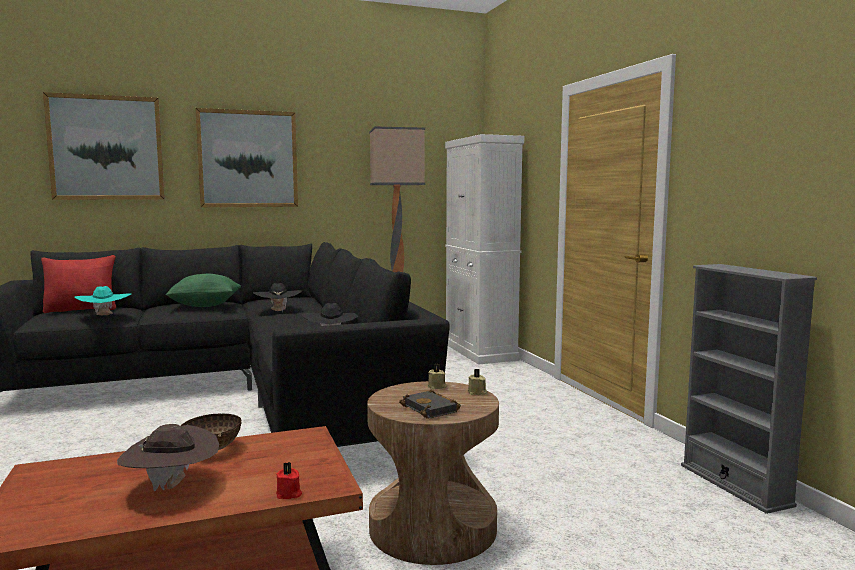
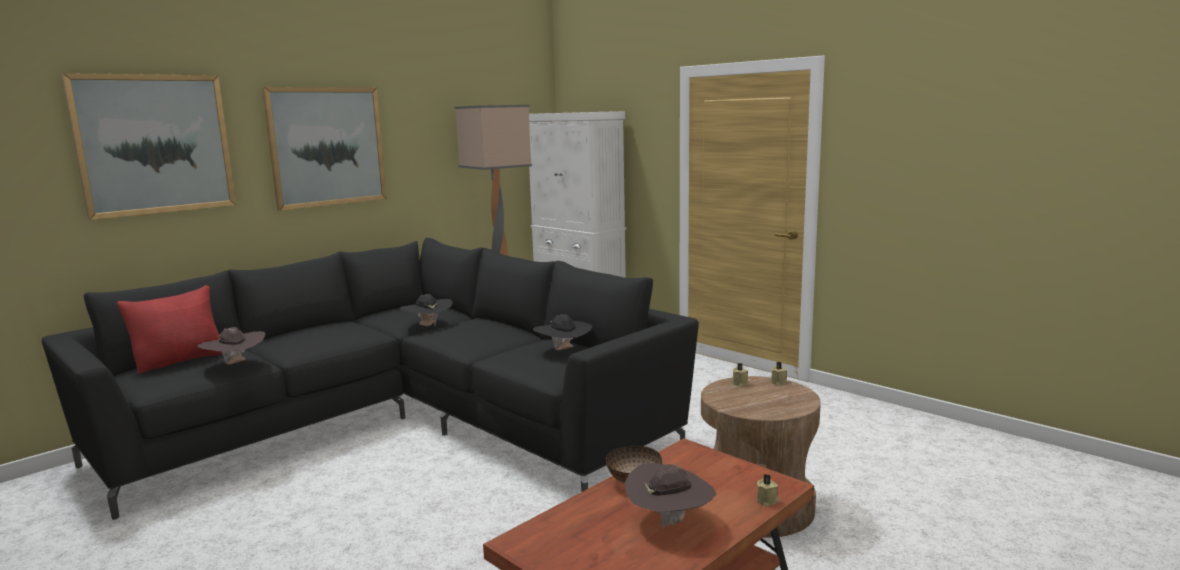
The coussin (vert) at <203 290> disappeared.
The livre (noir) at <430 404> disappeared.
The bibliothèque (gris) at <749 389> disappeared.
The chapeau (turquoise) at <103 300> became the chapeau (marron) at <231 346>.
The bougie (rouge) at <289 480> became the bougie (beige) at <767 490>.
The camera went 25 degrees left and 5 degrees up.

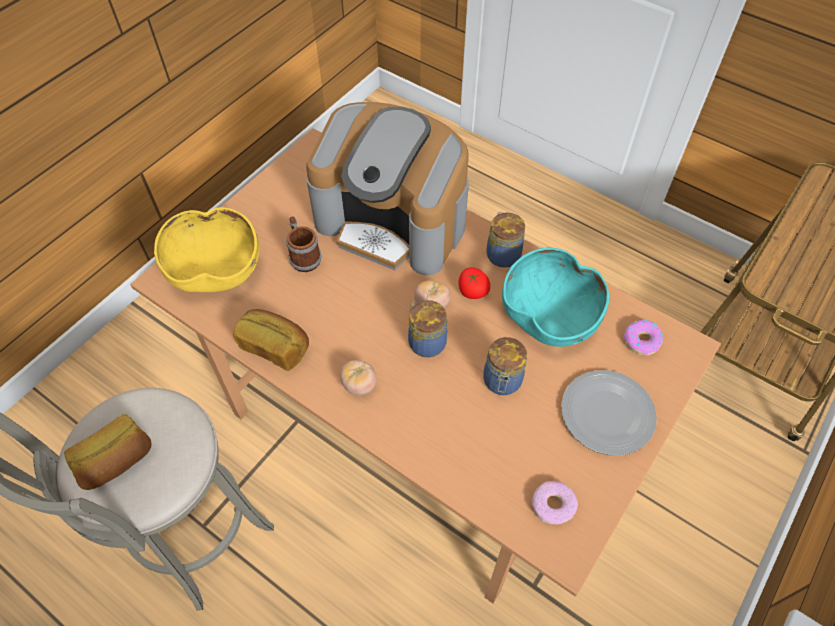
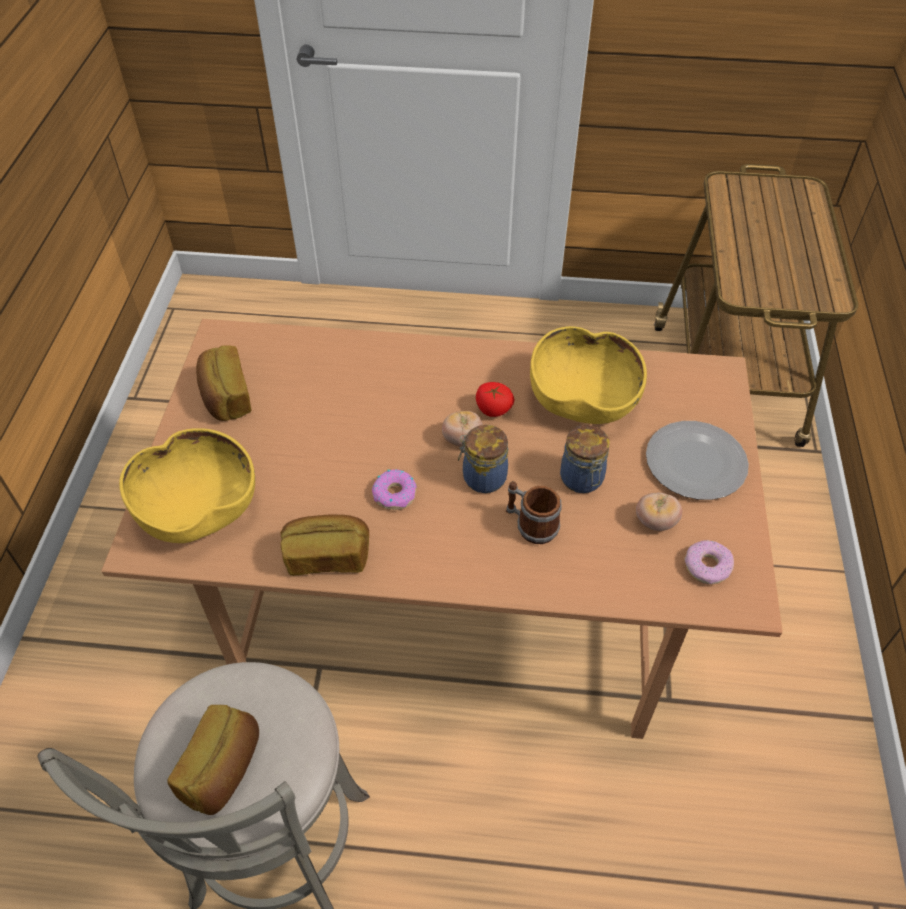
The machine à café at <387 188> disappeared.
The bocal at <505 239> disappeared.
The pain at <223 383> appeared.
The mug moved from <304 244> to <534 512>.
The tomate moved from <358 377> to <659 511>.
The beignet moved from <643 337> to <394 489>.
The bol (turquoise) at <555 297> became the bol (jaune) at <588 375>.
The camera went 30 degrees left and 5 degrees down.

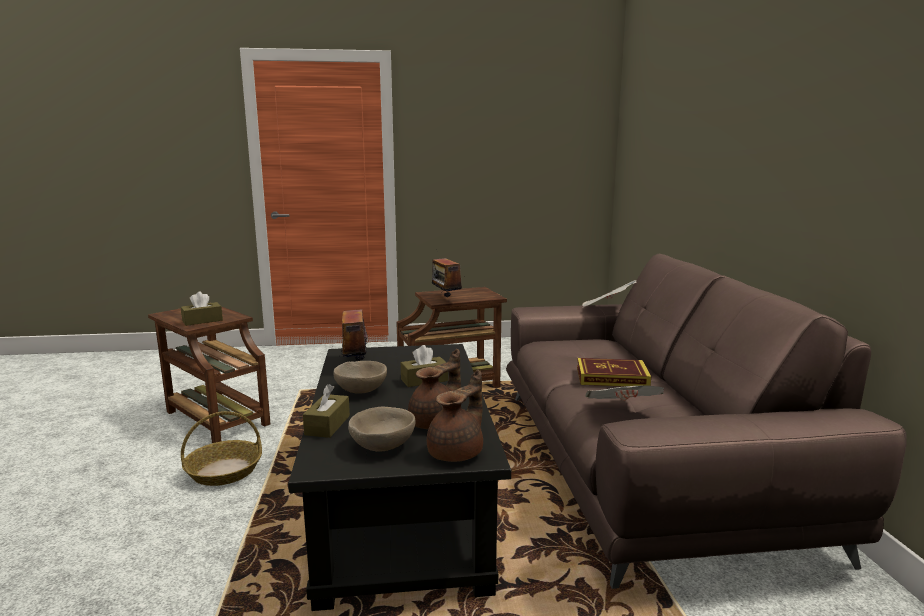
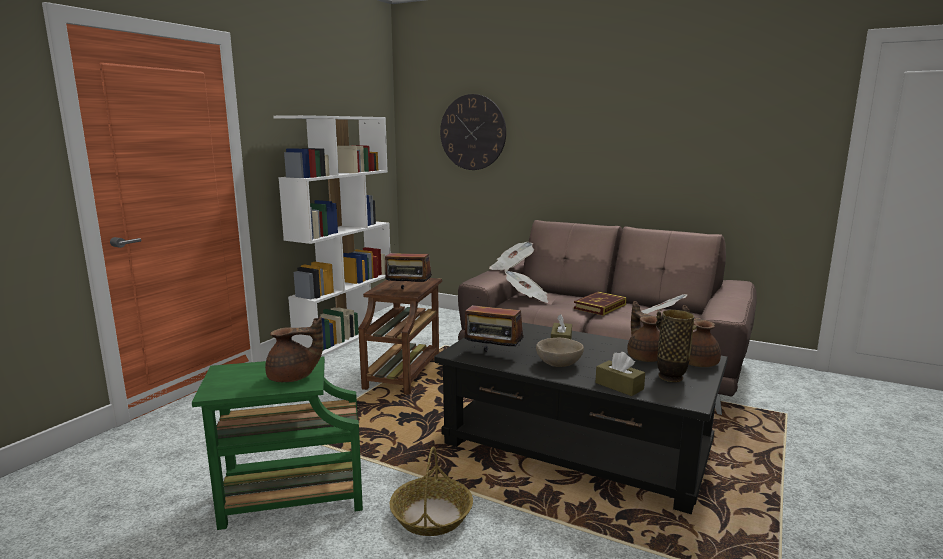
The bibliothèque (blanc) at <331 236> appeared.
The horloge murale at <473 132> appeared.
The journal at <526 286> appeared.
The boîte à mouchoirs (marron) at <202 308> was replaced by the théière (marron) at <294 349>.
The bol (beige) at <381 429> was replaced by the vase at <676 346>.
The table d'appoint (marron) at <209 375> became the table d'appoint (vert) at <277 443>.
The camera went 55 degrees left and 0 degrees up.

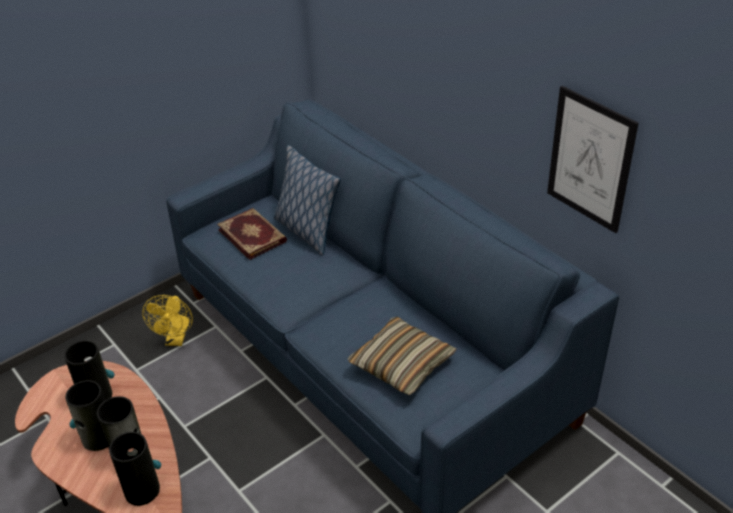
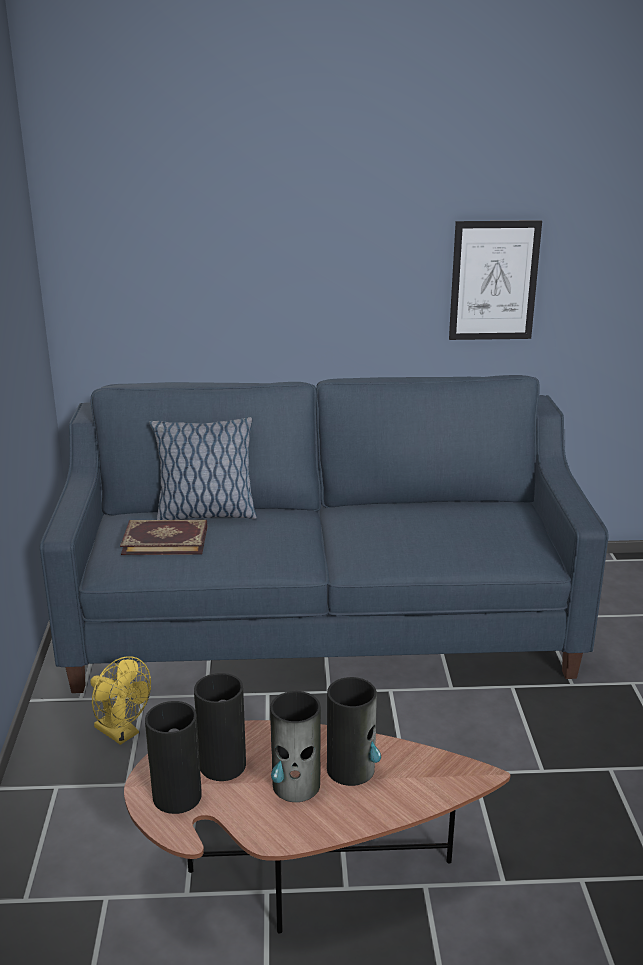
The coussin at <402 356> disappeared.
The vase moved from <135 469> to <173 757>.
The camera went 55 degrees left and 15 degrees down.

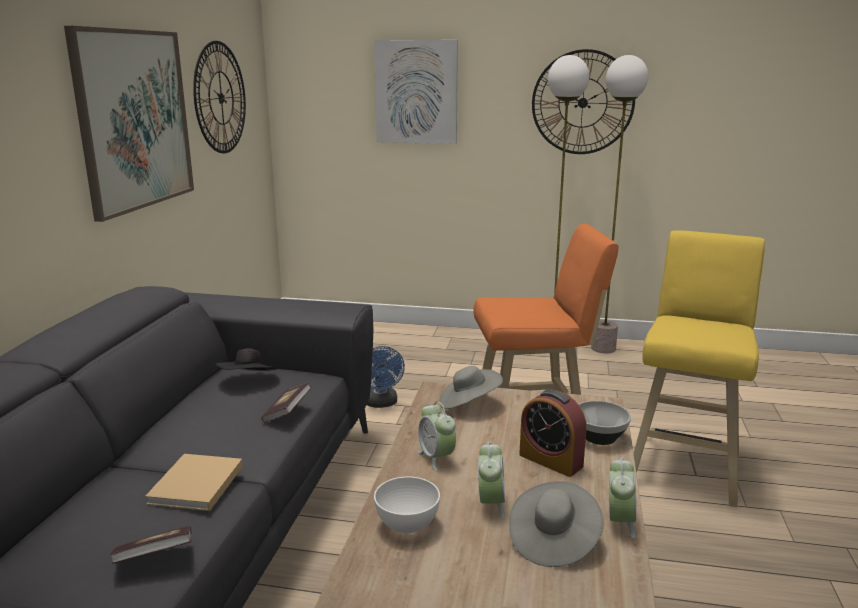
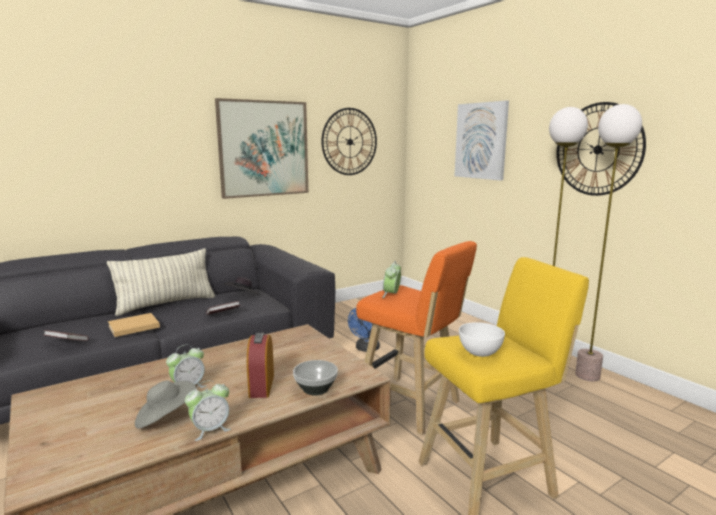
The chapeau (gris) at <471 387> disappeared.
The coussin at <161 282> appeared.
The bol (blanc) moved from <407 505> to <482 339>.
The réveil moved from <437 436> to <391 279>.
The camera went 45 degrees right and 5 degrees down.

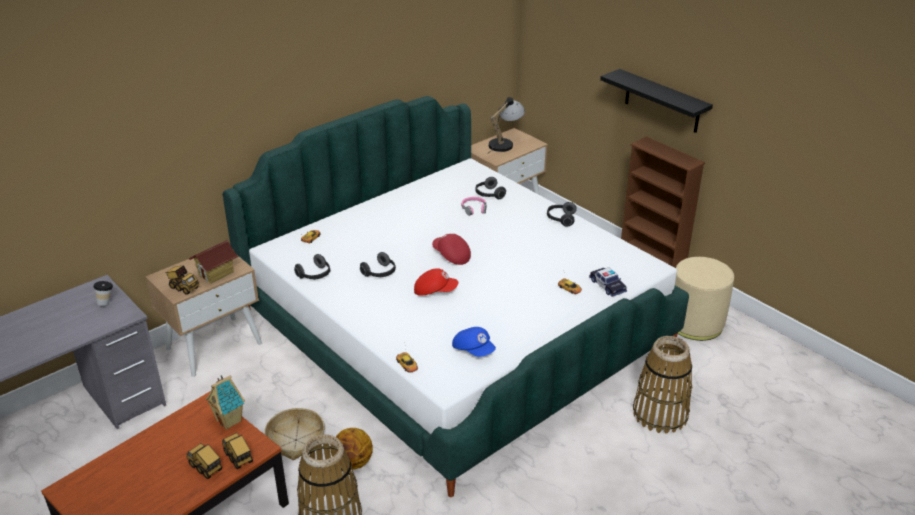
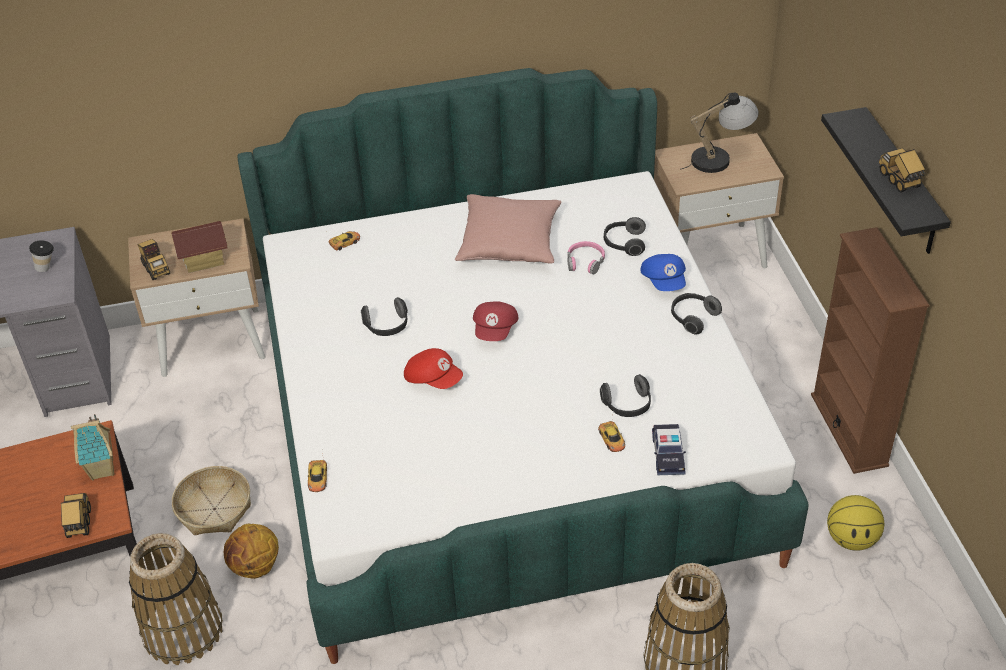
The coussin (rose) at <508 229> appeared.
The camion jouet moved from <204 461> to <902 170>.
The casque audio moved from <312 267> to <625 395>.
The casquette (bleu) moved from <474 342> to <663 272>.
The pouf (beige) at <704 299> was replaced by the ballon de basket at <855 523>.
The casquette (rouge) at <451 249> turned 150 degrees counterclockwise.
The camera went 30 degrees right and 10 degrees up.

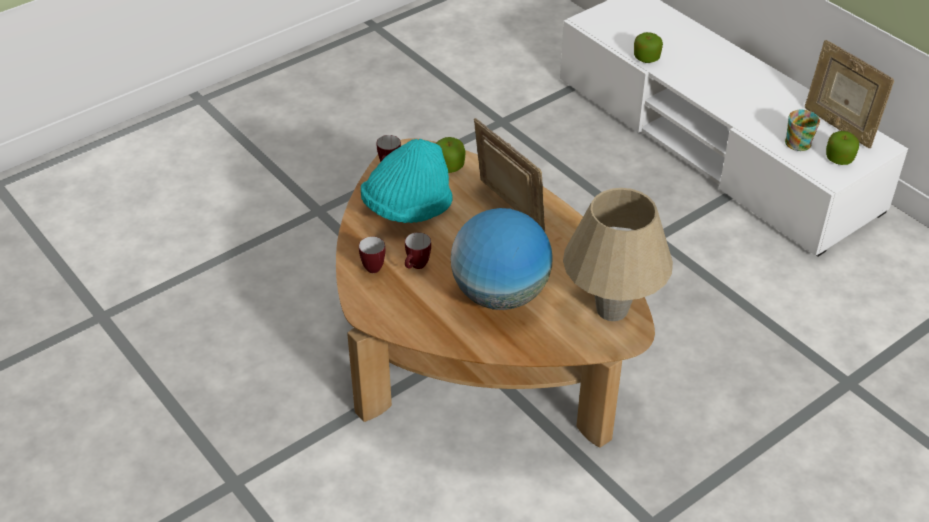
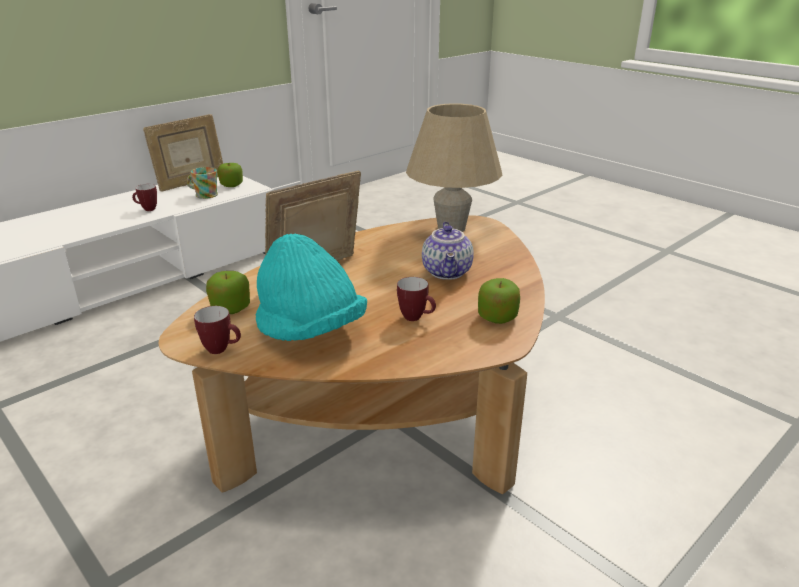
The mug moved from <372 255> to <144 197>.
The pomme moved from <648 47> to <499 301>.
The globe at <501 259> was replaced by the théière at <448 251>.
The camera went 95 degrees left and 15 degrees down.

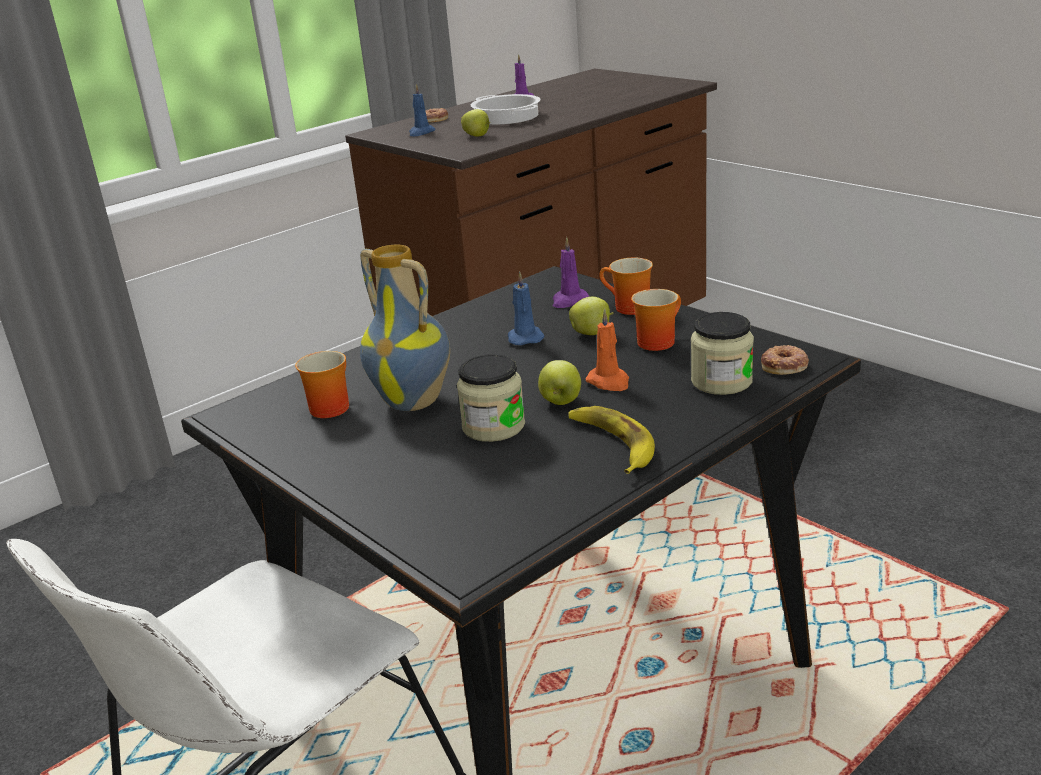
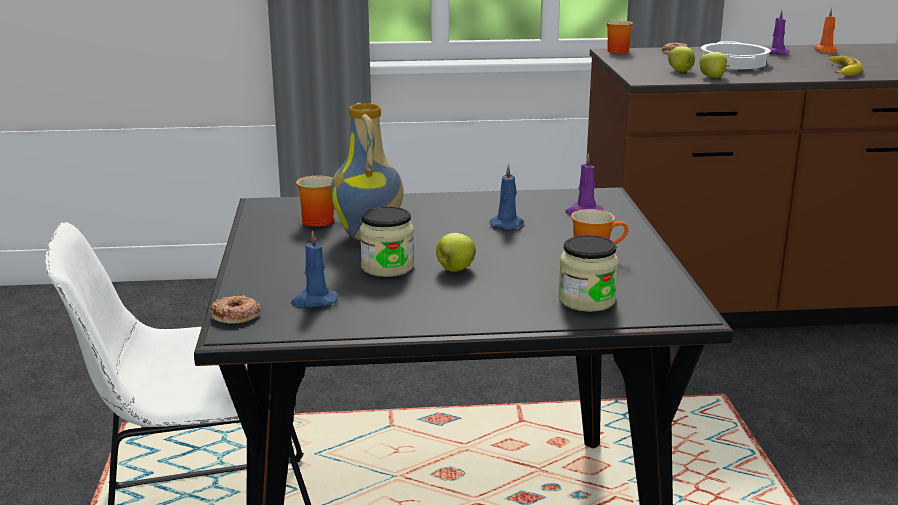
The bougie (bleu) moved from <422 110> to <314 268>.
The pomme moved from <591 316> to <714 65>.
The banane moved from <612 440> to <846 66>.
The bougie (orange) moved from <607 350> to <825 30>.
The mug moved from <626 286> to <619 37>.
The beignet moved from <785 360> to <236 309>.
The camera went 35 degrees right and 5 degrees down.

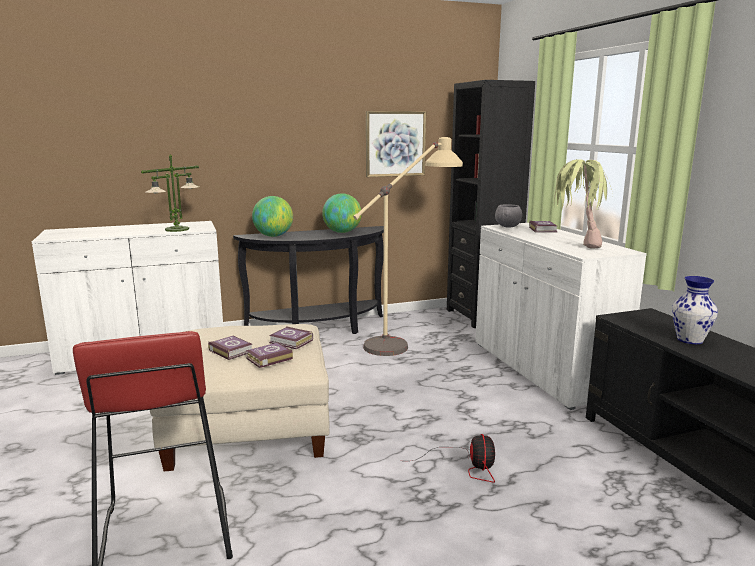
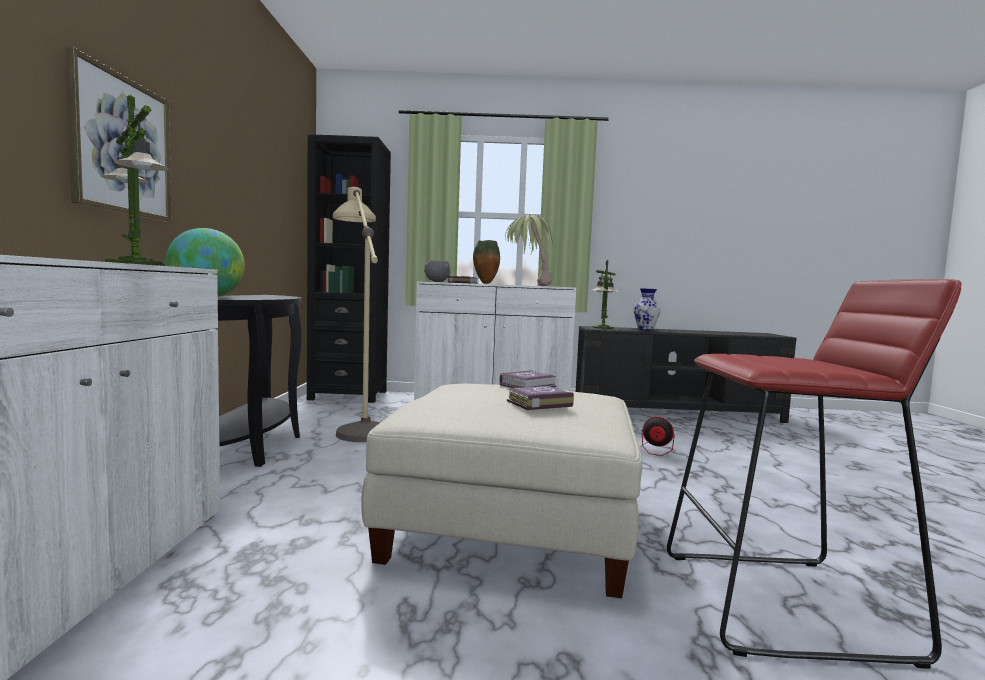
The livre at <269 355> disappeared.
The globe at <342 213> disappeared.
The vase at <486 262> appeared.
The lampe de table at <606 294> appeared.
The tableau moved from <396 144> to <118 134>.
The camera went 70 degrees left and 10 degrees down.

